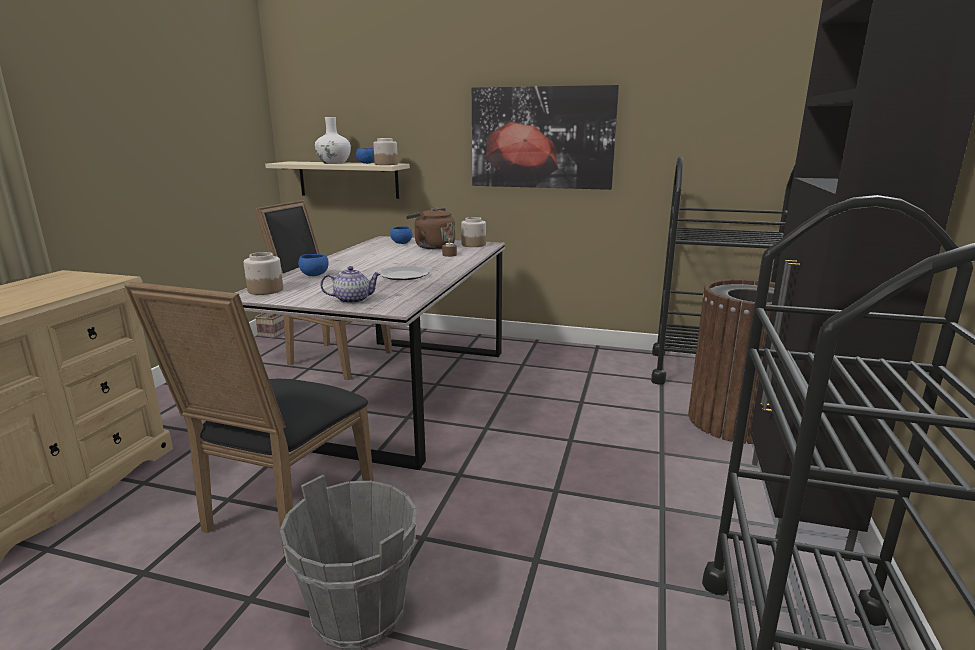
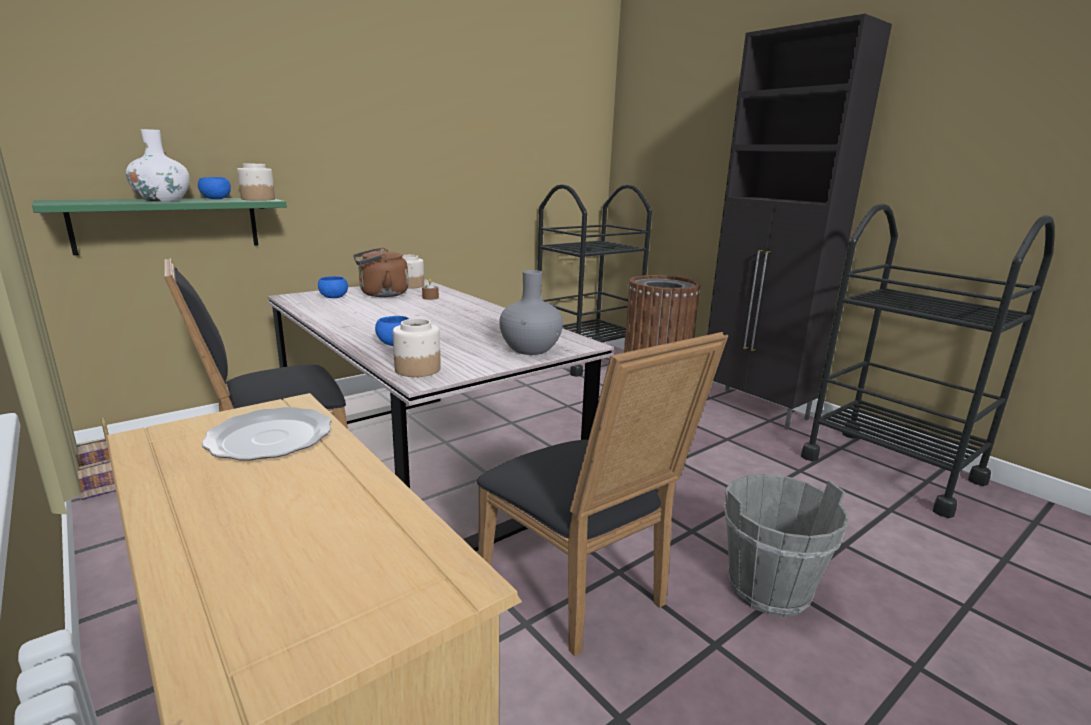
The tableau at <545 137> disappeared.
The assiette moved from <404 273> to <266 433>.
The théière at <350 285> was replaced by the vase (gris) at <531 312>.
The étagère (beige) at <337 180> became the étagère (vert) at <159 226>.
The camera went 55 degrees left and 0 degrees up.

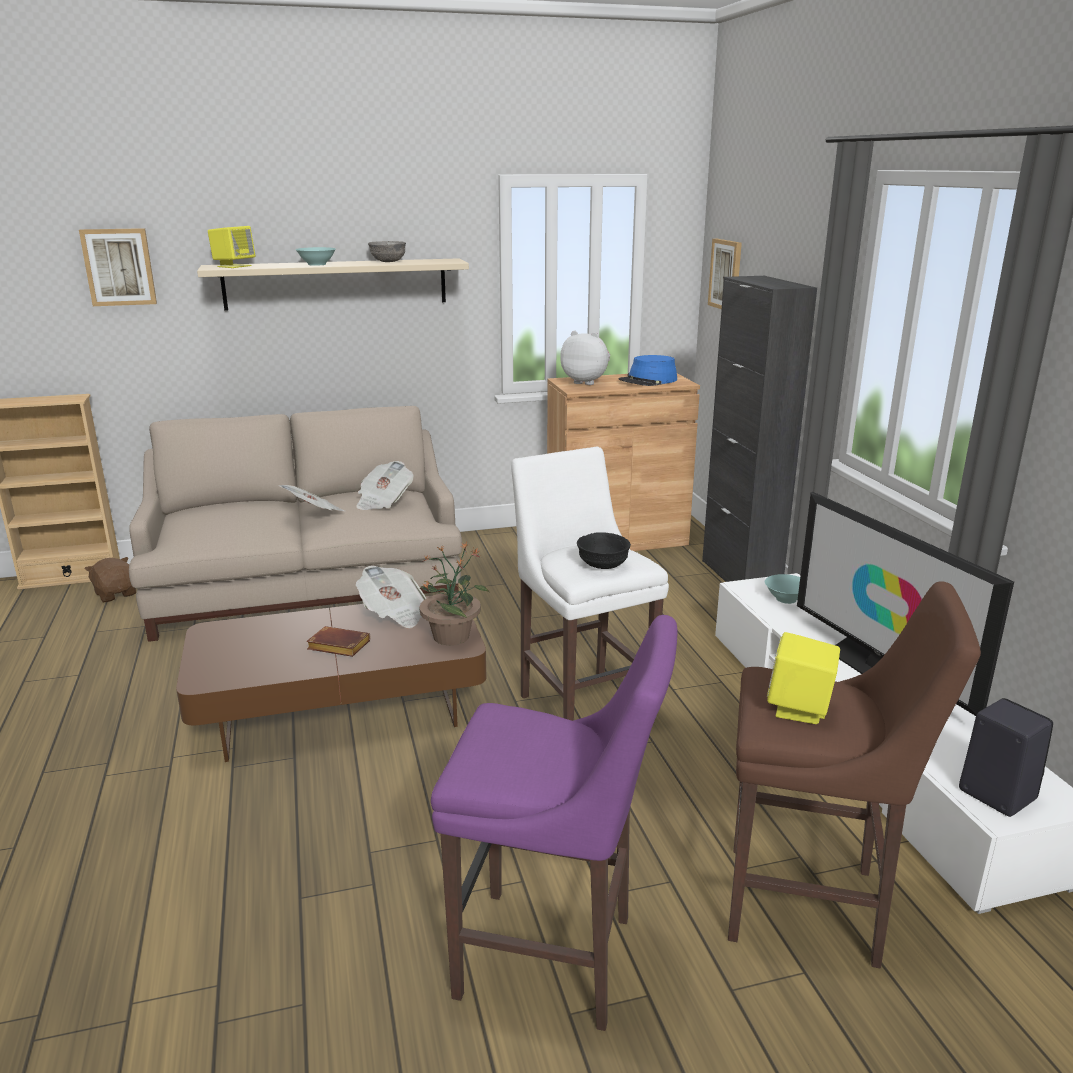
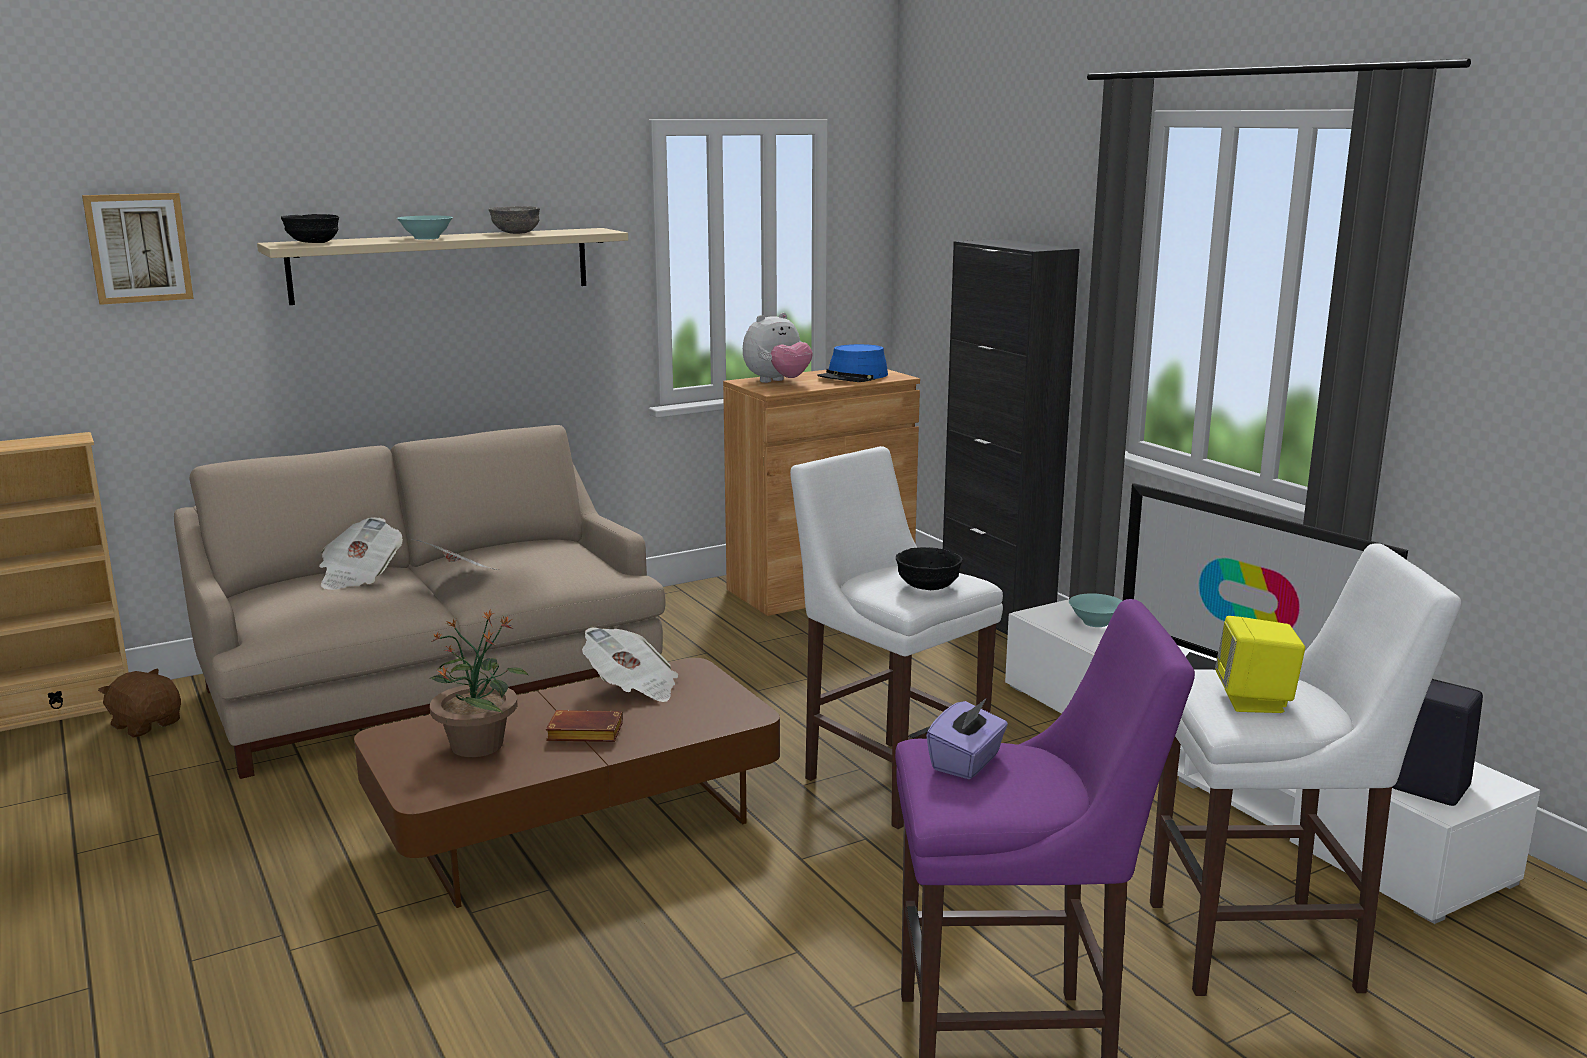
The tableau at <725 274> disappeared.
The boîte à mouchoirs (violet) at <967 739> appeared.
The journal moved from <385 485> to <361 553>.
The plante en pot moved from <454 593> to <480 682>.
The enceinte (jaune) at <231 247> was replaced by the bol (noir) at <310 228>.
The tabouret (marron) at <854 775> became the tabouret (blanc) at <1305 769>.
The peluche at <585 358> turned 135 degrees clockwise.
The camera went 15 degrees left and 5 degrees down.

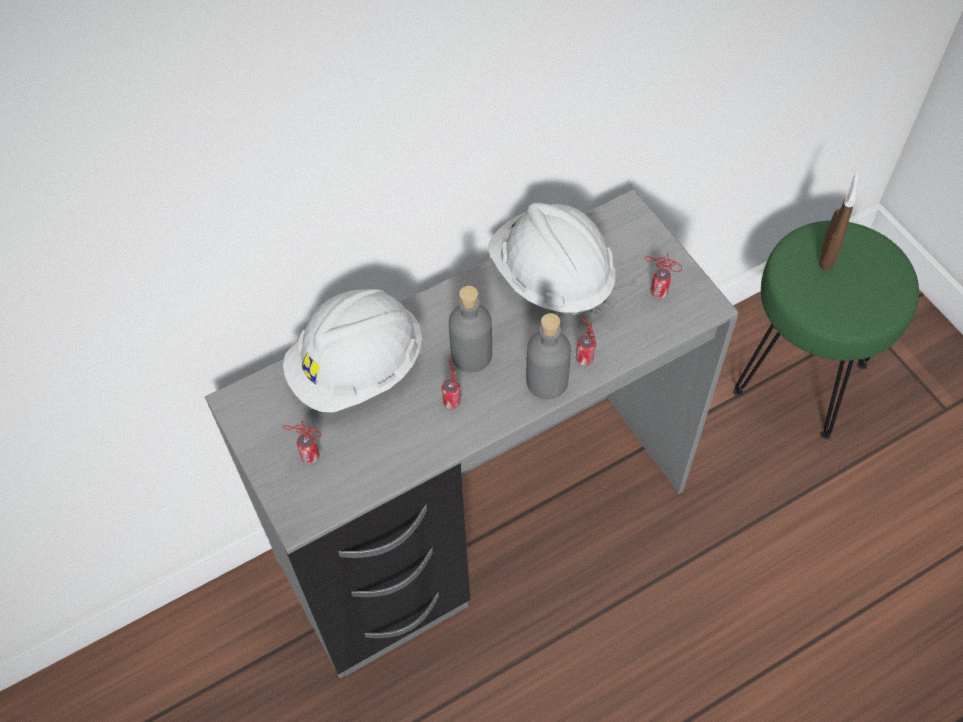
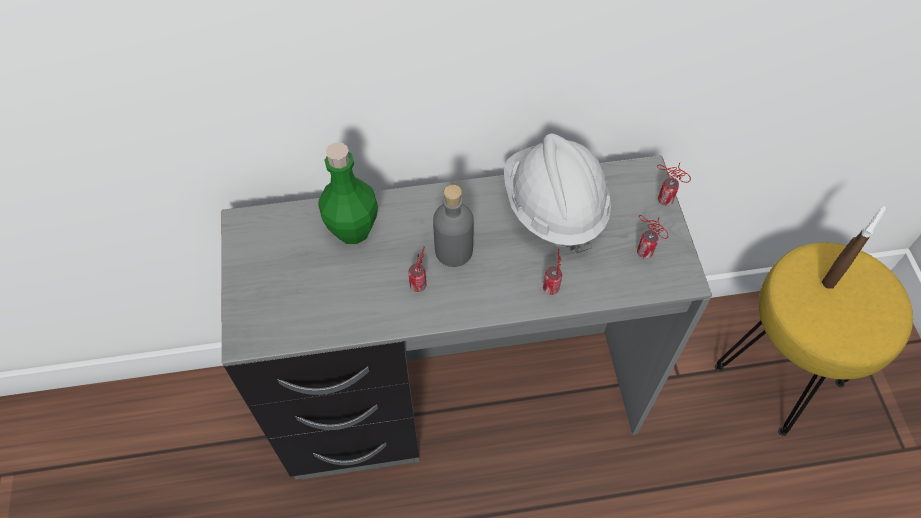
The bouteille (gris) at <548 356> disappeared.
The boîte métallique moved from <302 442> to <674 184>.
The casque de chantier (blanc) at <352 351> was replaced by the bouteille (vert) at <348 193>.
The tabouret (vert) at <826 330> became the tabouret (jaune) at <814 339>.
The camera went 20 degrees right and 0 degrees up.

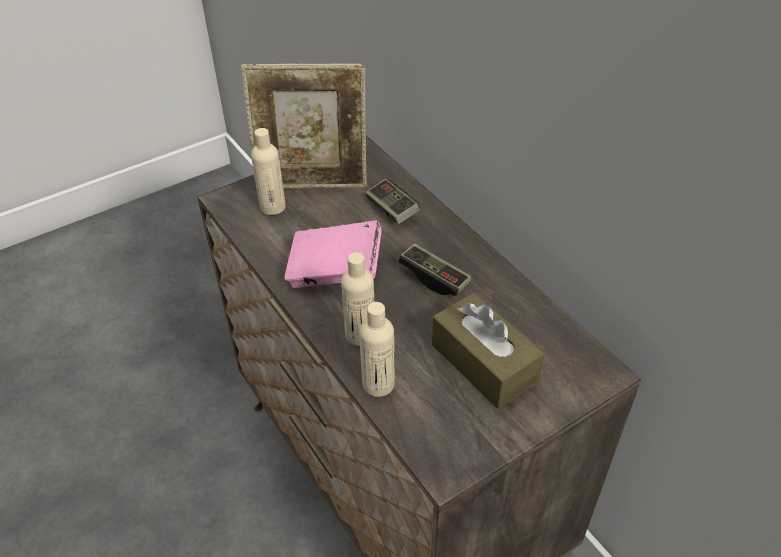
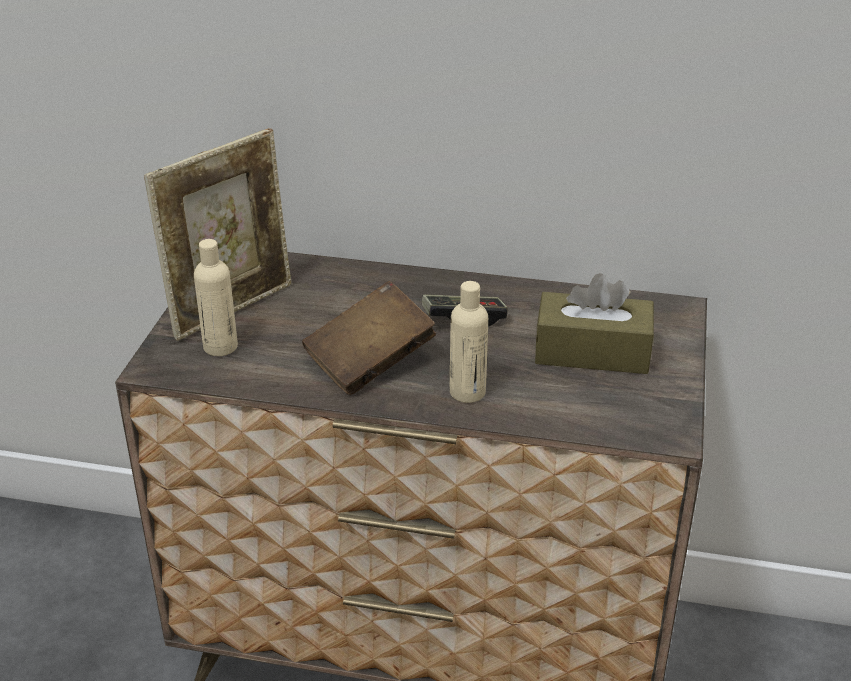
The bouteille (beige) at <377 349> disappeared.
The manette at <392 201> disappeared.
The livre (rose) at <333 254> became the livre (marron) at <369 338>.
The camera went 45 degrees left and 10 degrees down.

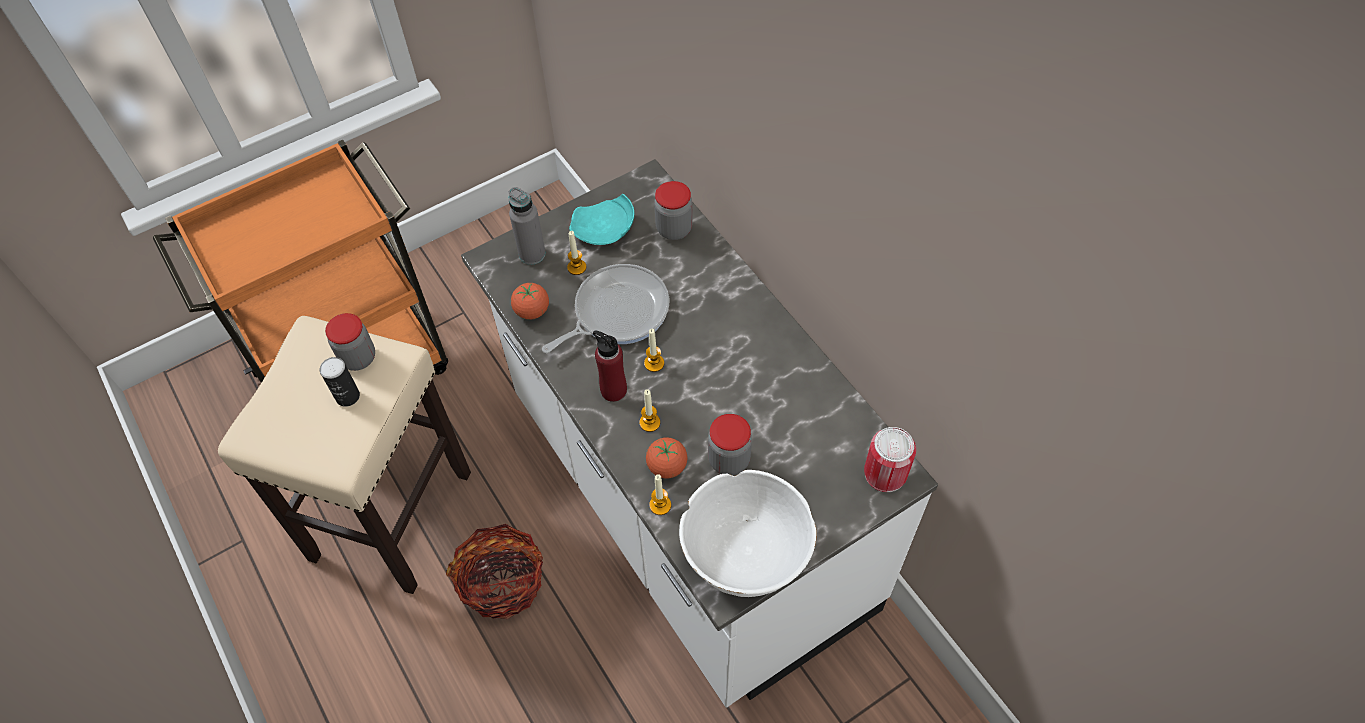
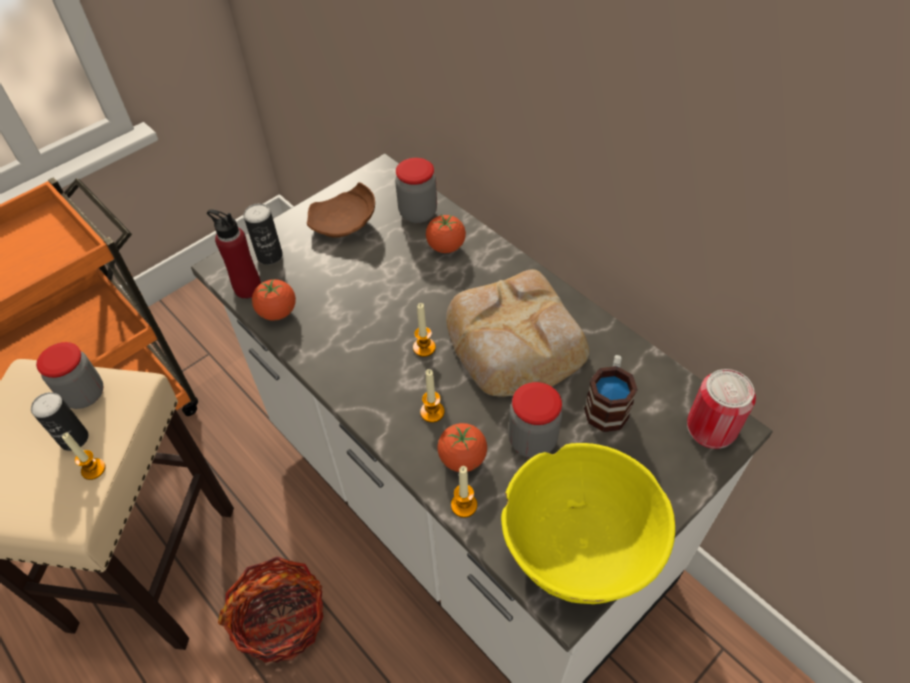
The poêle at <605 308> disappeared.
The tomate at <446 234> appeared.
The pain at <517 333> appeared.
The mug at <611 393> appeared.
The bougie moved from <576 253> to <84 456>.
The bouteille (rouge) moved from <610 366> to <234 254>.
The bouteille (gris) at <527 226> was replaced by the boîte métallique at <263 234>.
The assiette (turquoise) at <601 219> became the assiette (marron) at <341 210>.
The bol (blanc) at <748 533> became the bol (jaune) at <588 523>.
The camera went 10 degrees left and 5 degrees down.

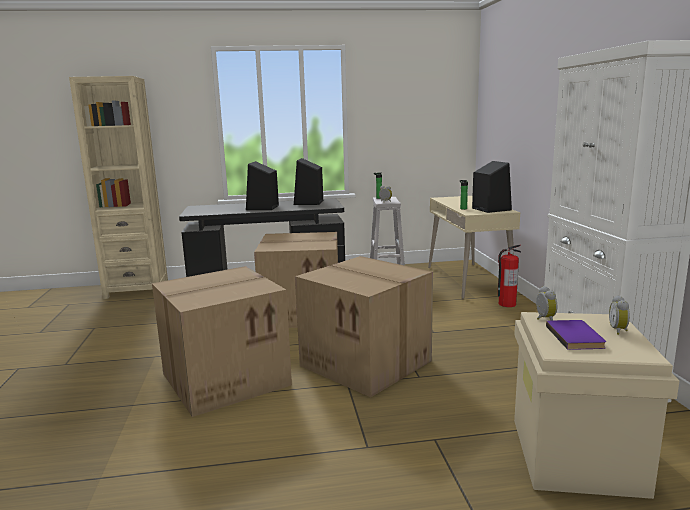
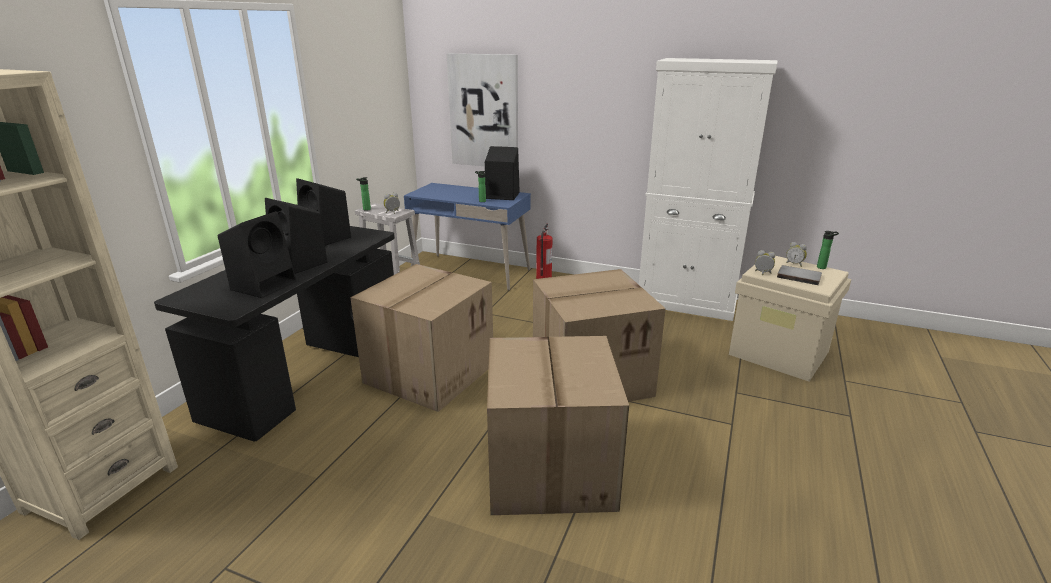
The enceinte (noir) at <257 254> appeared.
The tableau at <482 110> appeared.
The bouteille at <828 250> appeared.
The bureau (beige) at <474 247> became the bureau (bleu) at <467 236>.
The livre (violet) at <576 335> became the livre (gris) at <799 275>.
The camera went 60 degrees left and 10 degrees up.

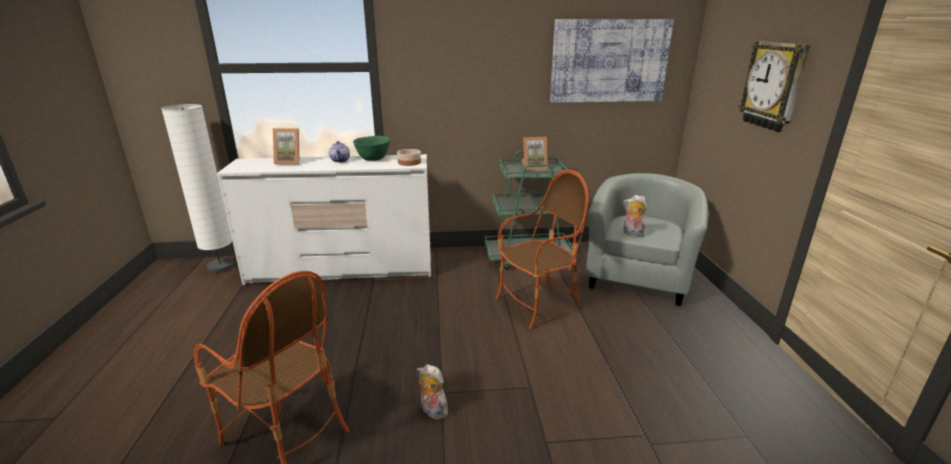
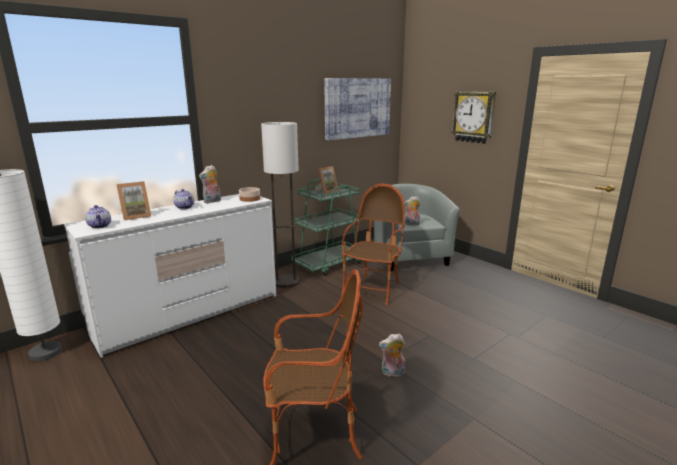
The théière at <98 216> appeared.
The lampadaire at <280 205> appeared.
The bol (vert) at <372 148> was replaced by the peluche at <210 184>.
The camera went 35 degrees left and 5 degrees down.

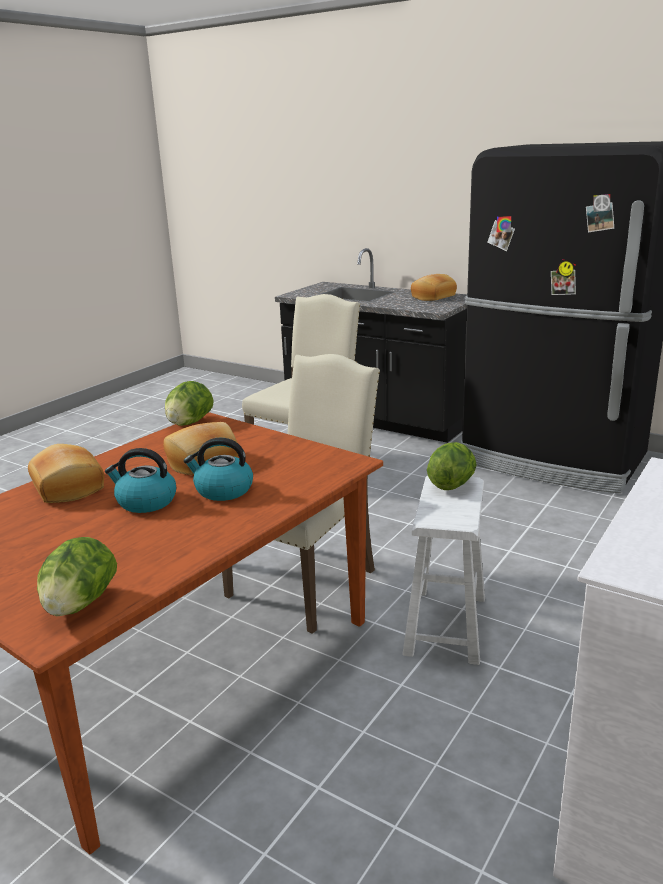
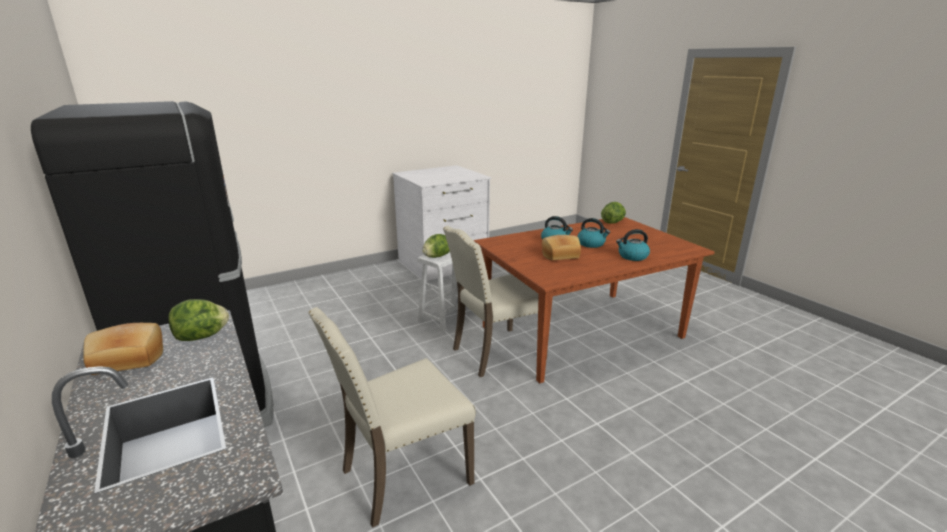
The laitue moved from <189 403> to <198 320>.
The pain at <66 473> was replaced by the bouilloire at <633 245>.
The camera went 155 degrees left and 0 degrees up.

